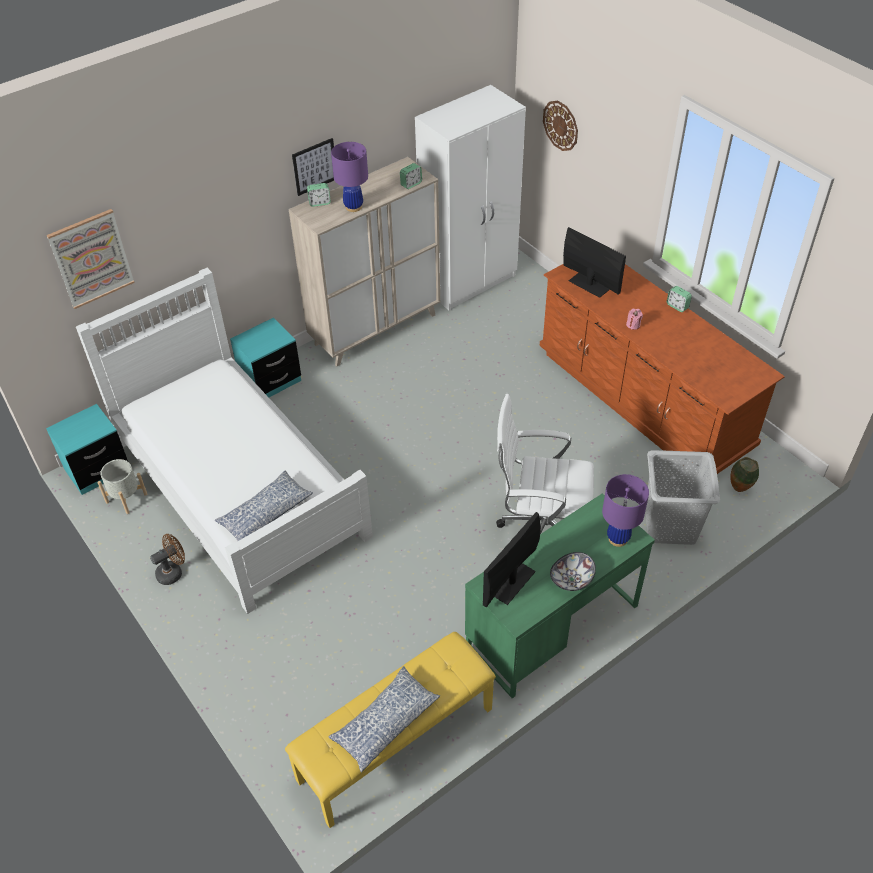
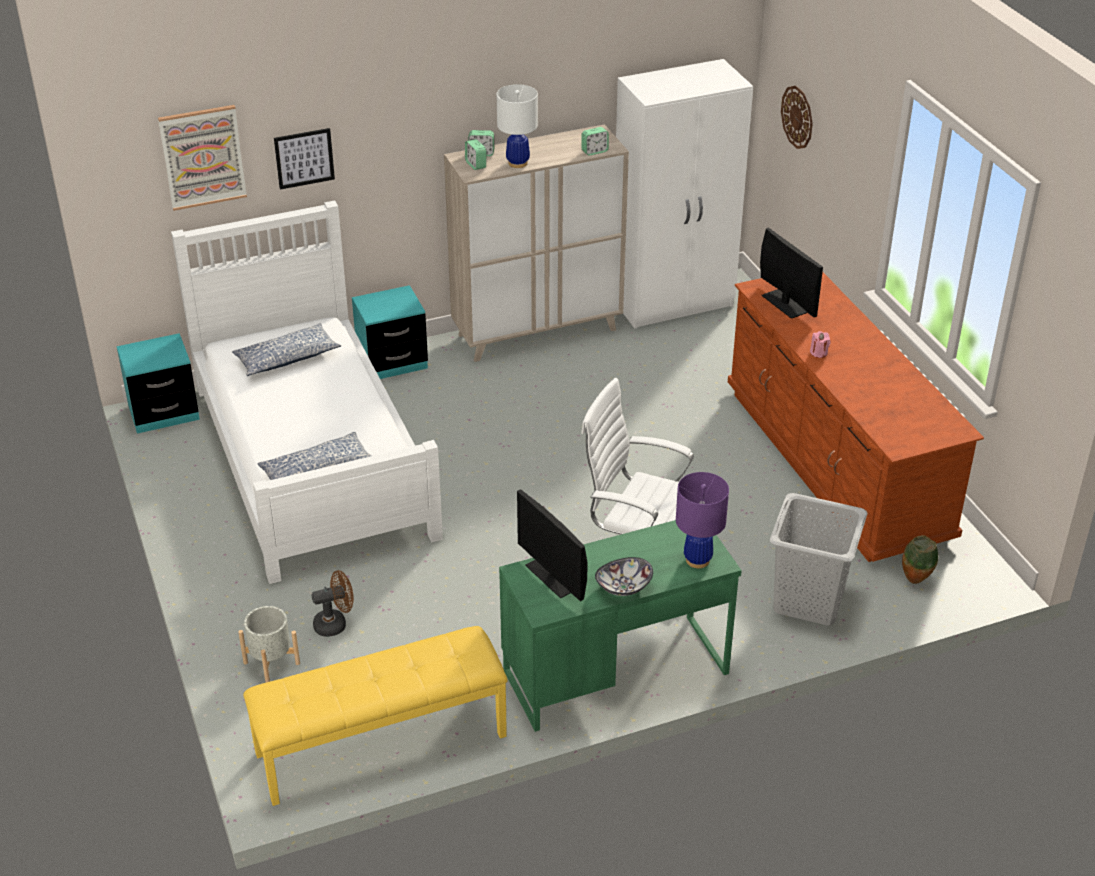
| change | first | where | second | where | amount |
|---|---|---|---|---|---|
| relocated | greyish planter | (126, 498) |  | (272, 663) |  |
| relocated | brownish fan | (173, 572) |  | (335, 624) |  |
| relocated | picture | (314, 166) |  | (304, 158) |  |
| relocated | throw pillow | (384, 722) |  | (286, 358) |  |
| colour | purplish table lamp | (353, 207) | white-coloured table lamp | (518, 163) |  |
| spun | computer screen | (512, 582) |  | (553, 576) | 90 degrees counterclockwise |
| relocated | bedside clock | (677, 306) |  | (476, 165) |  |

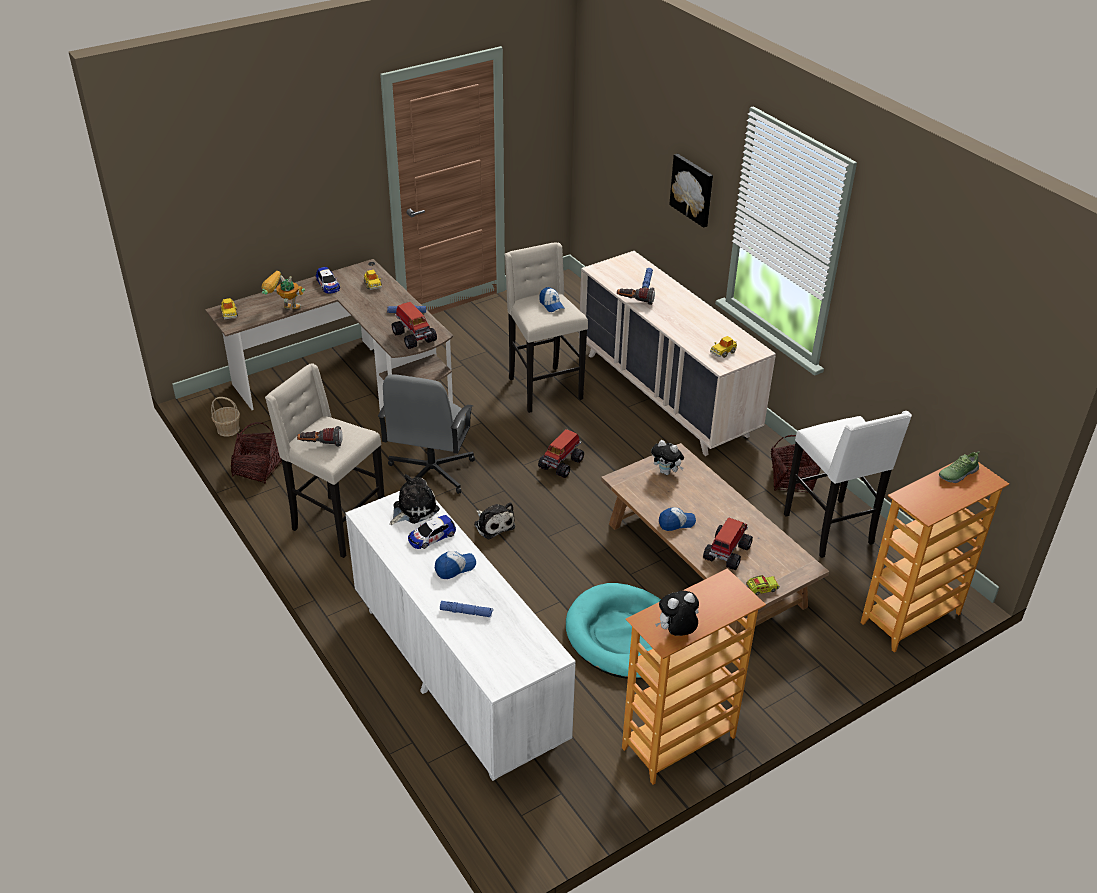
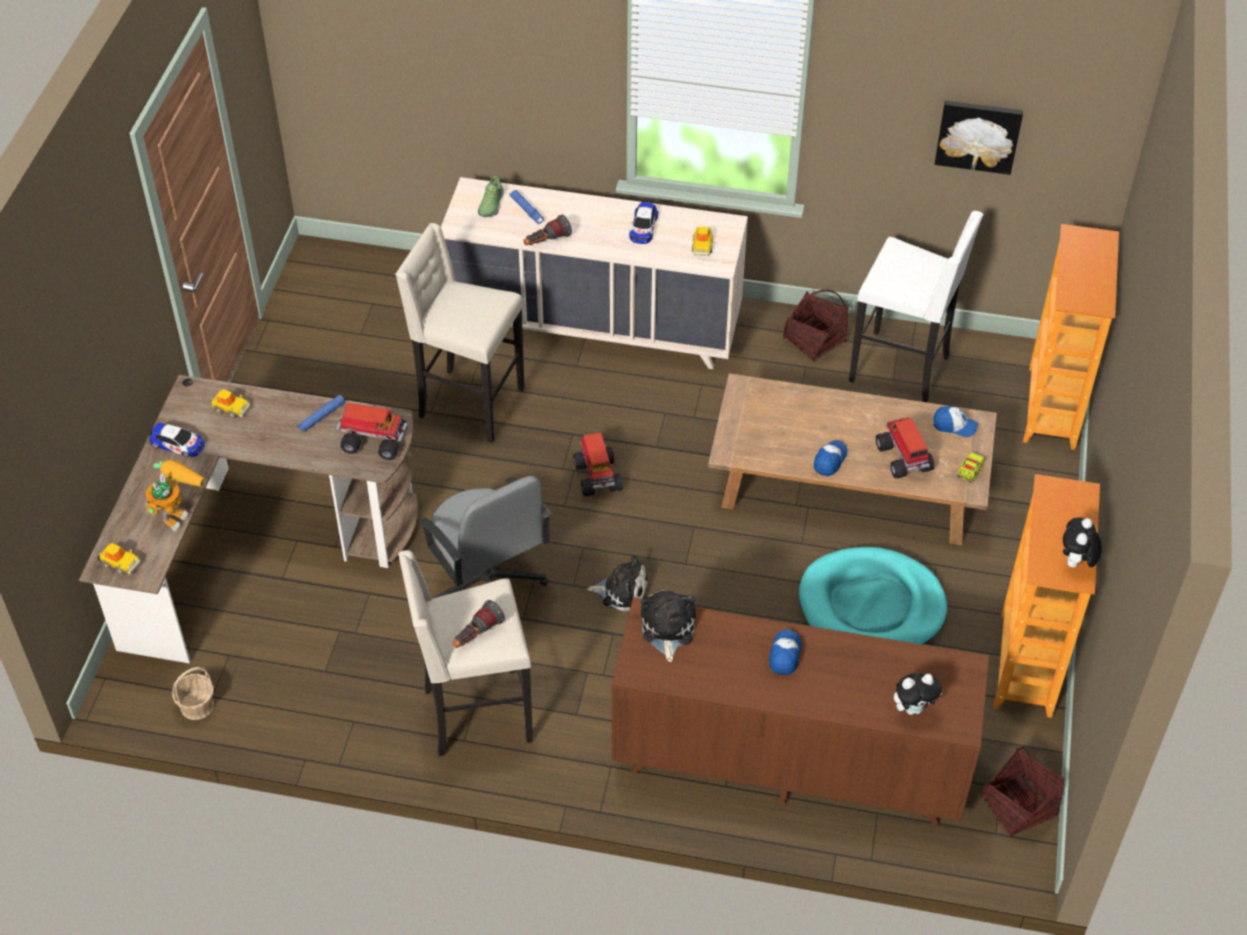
| change | first | where | second | where | amount |
|---|---|---|---|---|---|
| relocated | household basket | (258, 469) |  | (1018, 806) |  |
| spun | model robot | (284, 310) |  | (177, 512) | 150 degrees clockwise |
| colour | white-coloured dresser | (457, 674) | brownish dresser | (788, 762) |  |
| relocated | miniature car | (431, 536) |  | (643, 227) |  |
| missing | bluish flashlight | (466, 612) |  |  |  |
| relocated | cap | (551, 305) |  | (954, 426) |  |
| relocated | soft toy | (666, 472) |  | (913, 708) |  |
| relocated | picture | (693, 189) |  | (978, 135) |  |
| relocated | item of footwear | (957, 474) |  | (490, 205) |  |

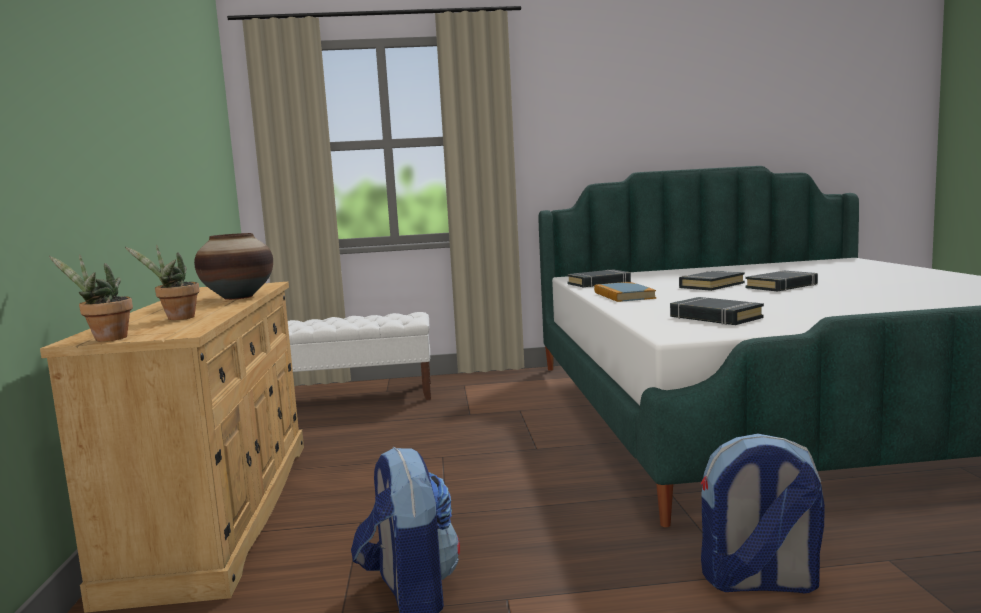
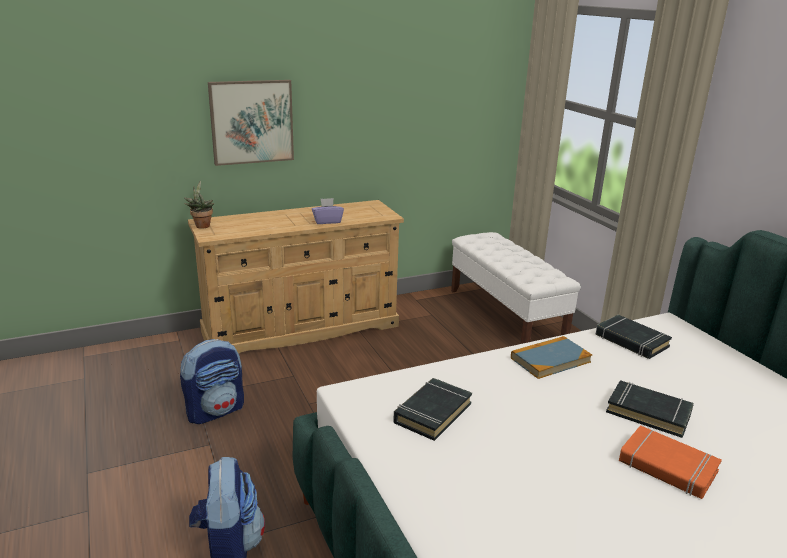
| change | first | where | second | where | amount |
|---|---|---|---|---|---|
| missing | potted plant | (176, 318) |  |  |  |
| exchanged | vase | (238, 297) | purplish box of tissues | (327, 221) |  |
| colour | blackish volume | (782, 286) | orangey volume | (667, 467) |  |
| appeared |  |  | picture | (251, 122) |  |

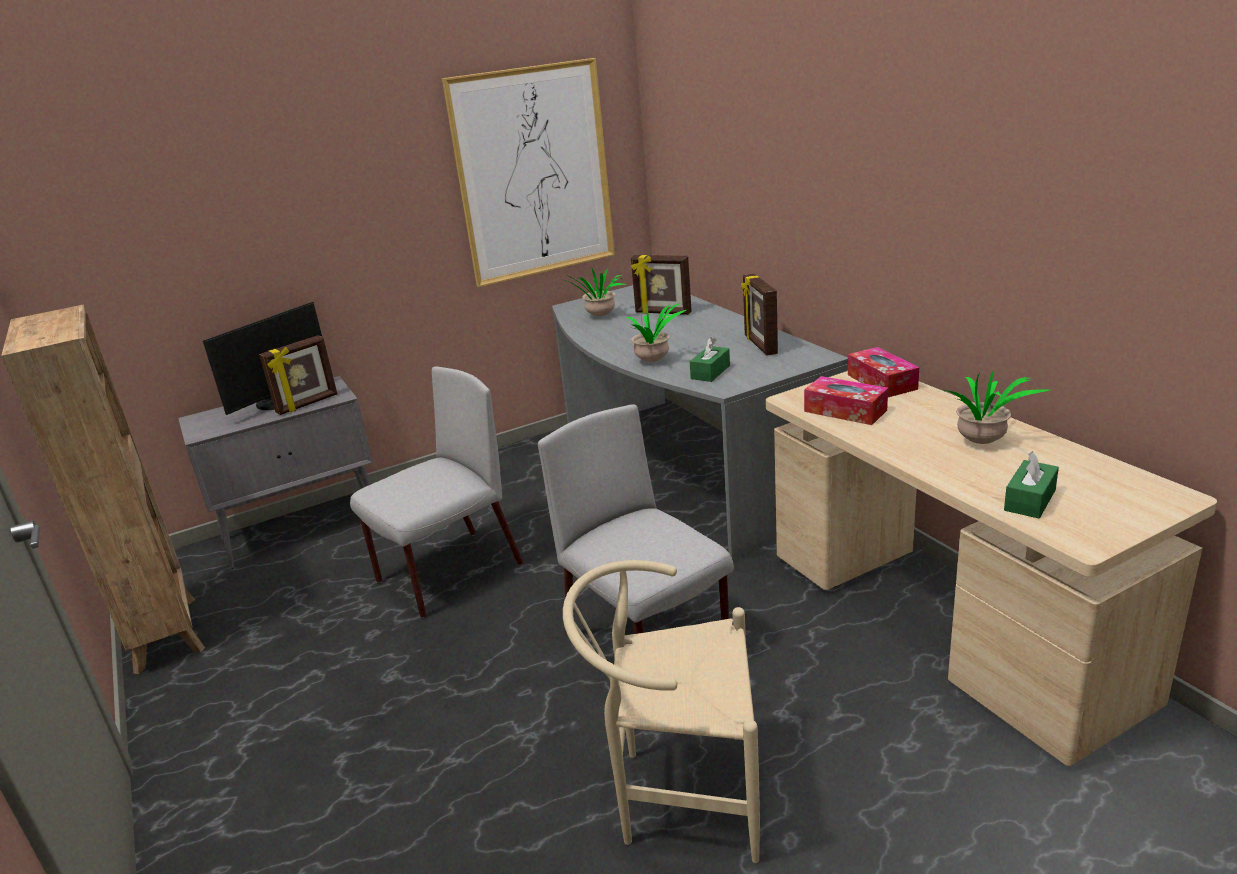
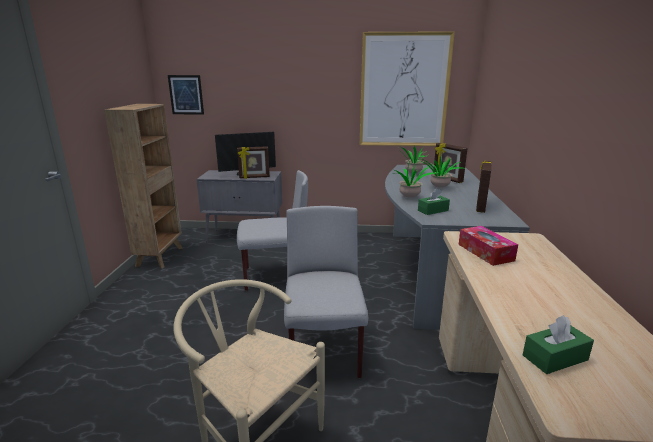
| change | first | where | second | where | amount |
|---|---|---|---|---|---|
| missing | box of tissues | (882, 382) |  |  |  |
| relocated | potted plant | (982, 444) |  | (439, 188) |  |
| appeared |  |  | picture | (186, 95) |  |

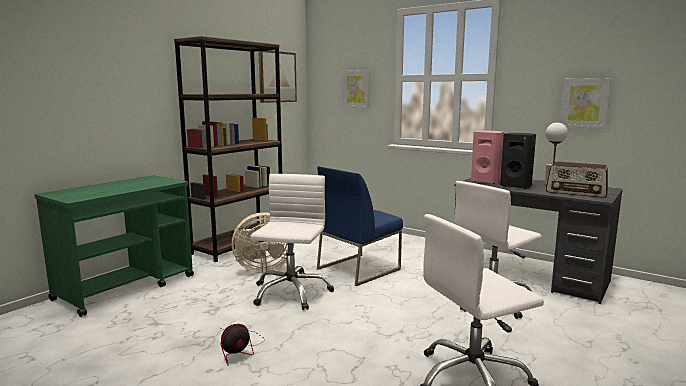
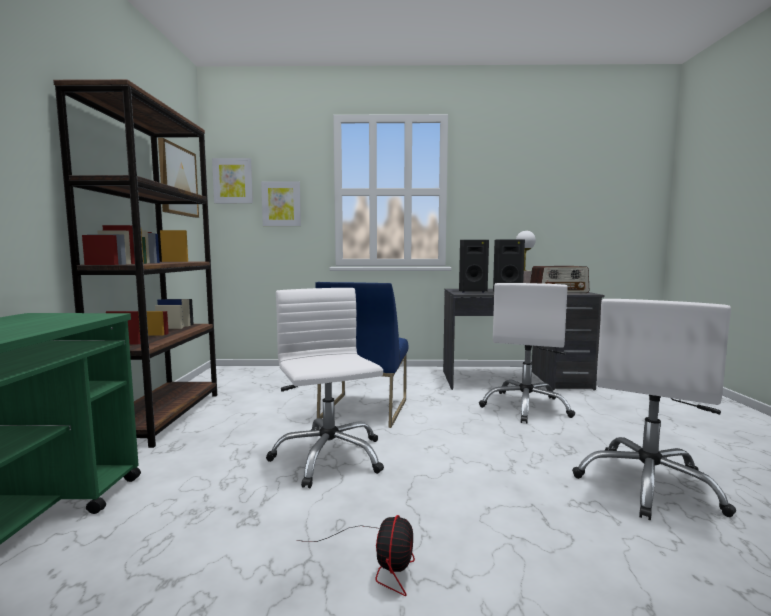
| change | first | where | second | where | amount |
|---|---|---|---|---|---|
| missing | sand-coloured fan | (261, 269) |  |  |  |
| colour | pinkish loudspeaker | (487, 181) | blackish loudspeaker | (472, 291) |  |
| relocated | picture | (584, 103) |  | (233, 181) |  |

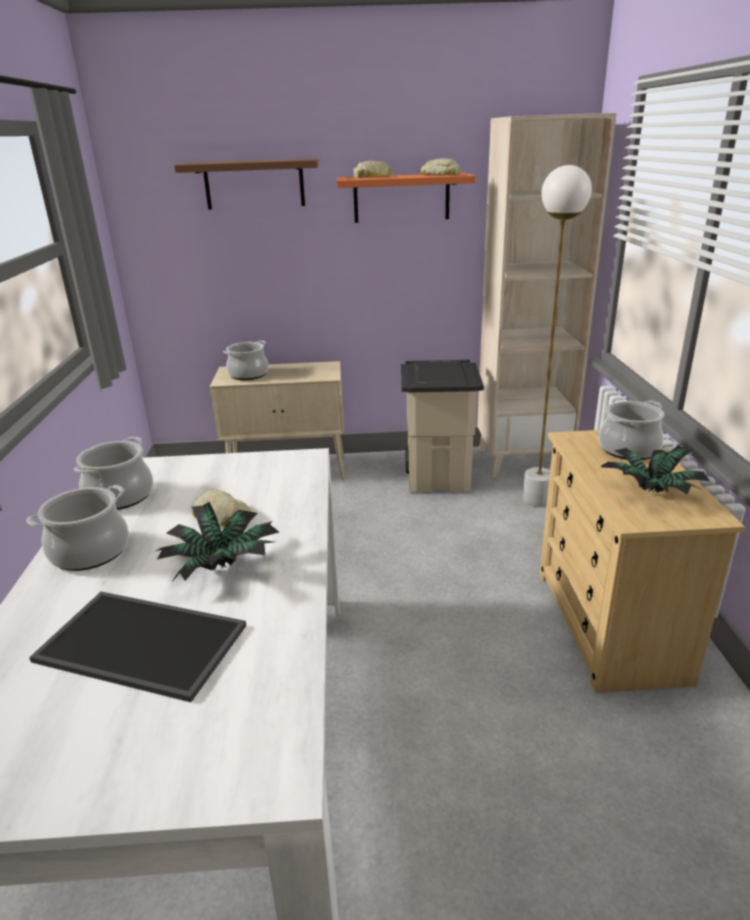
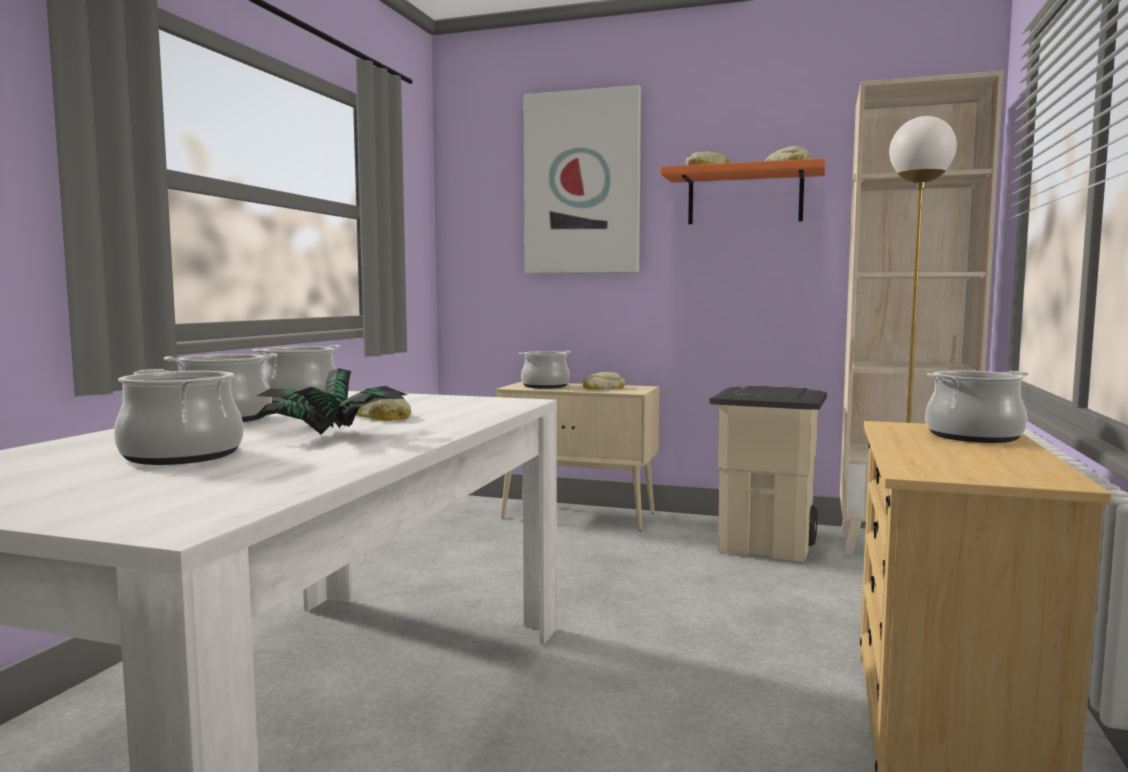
| change | first | where | second | where | amount |
|---|---|---|---|---|---|
| exchanged | tray | (138, 645) | cooking pot | (181, 455) |  |
| exchanged | brownish wall shelf | (254, 184) | picture | (582, 183) |  |
| missing | potted plant | (650, 493) |  |  |  |
| appeared |  |  | baked bread | (603, 388) |  |

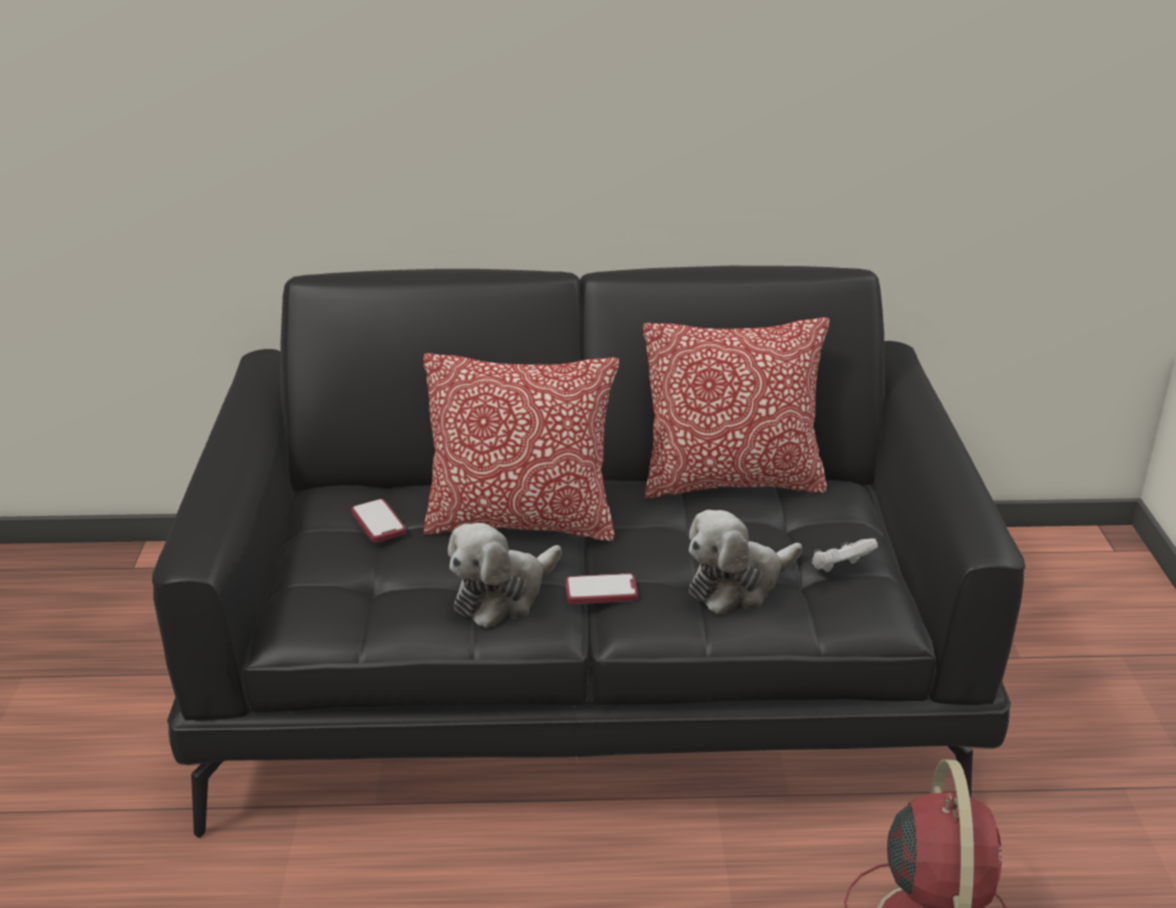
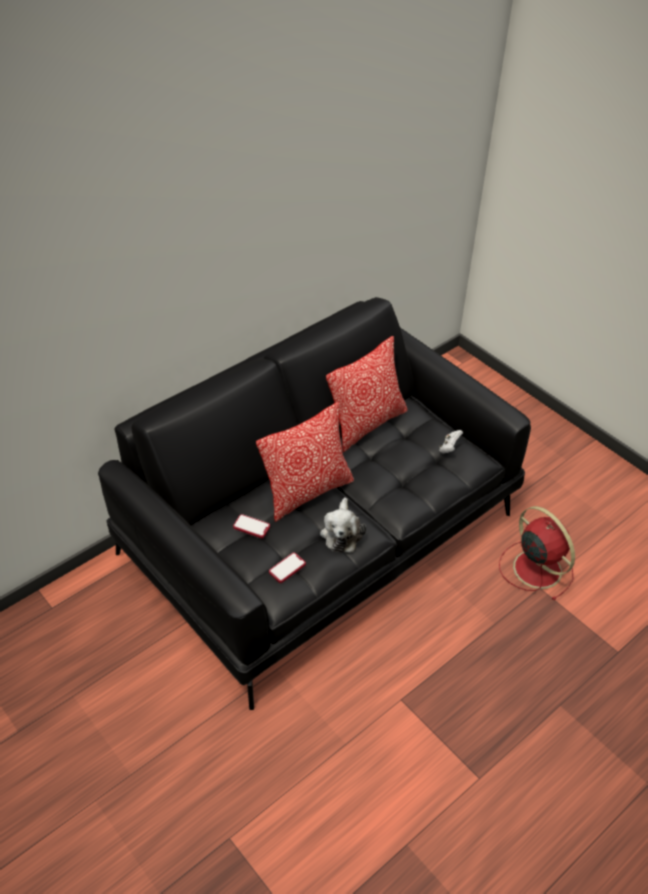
| change | first | where | second | where | amount |
|---|---|---|---|---|---|
| relocated | phone | (601, 591) |  | (287, 568) |  |
| missing | soft toy | (738, 585) |  |  |  |

